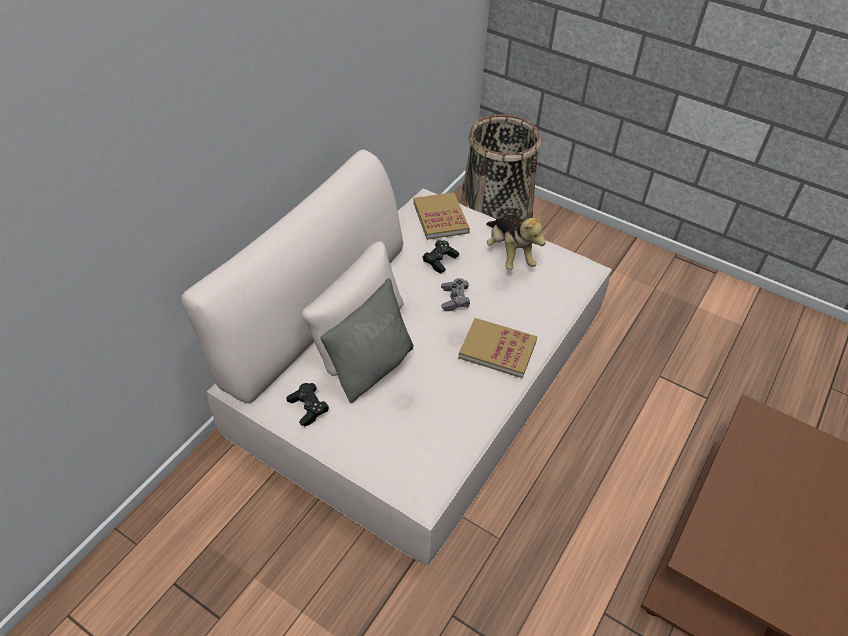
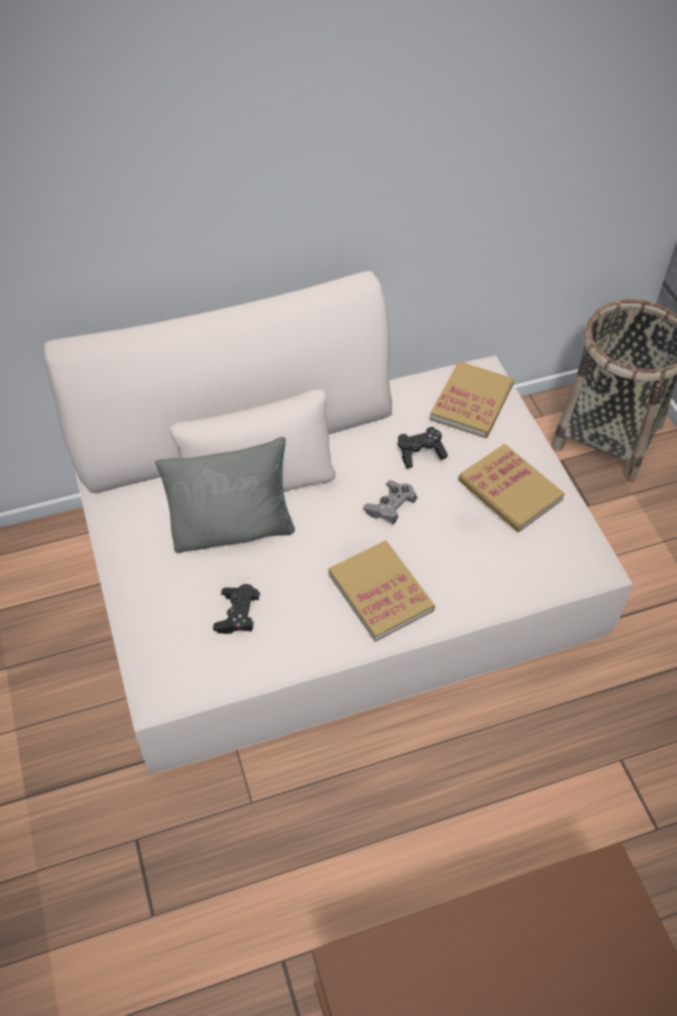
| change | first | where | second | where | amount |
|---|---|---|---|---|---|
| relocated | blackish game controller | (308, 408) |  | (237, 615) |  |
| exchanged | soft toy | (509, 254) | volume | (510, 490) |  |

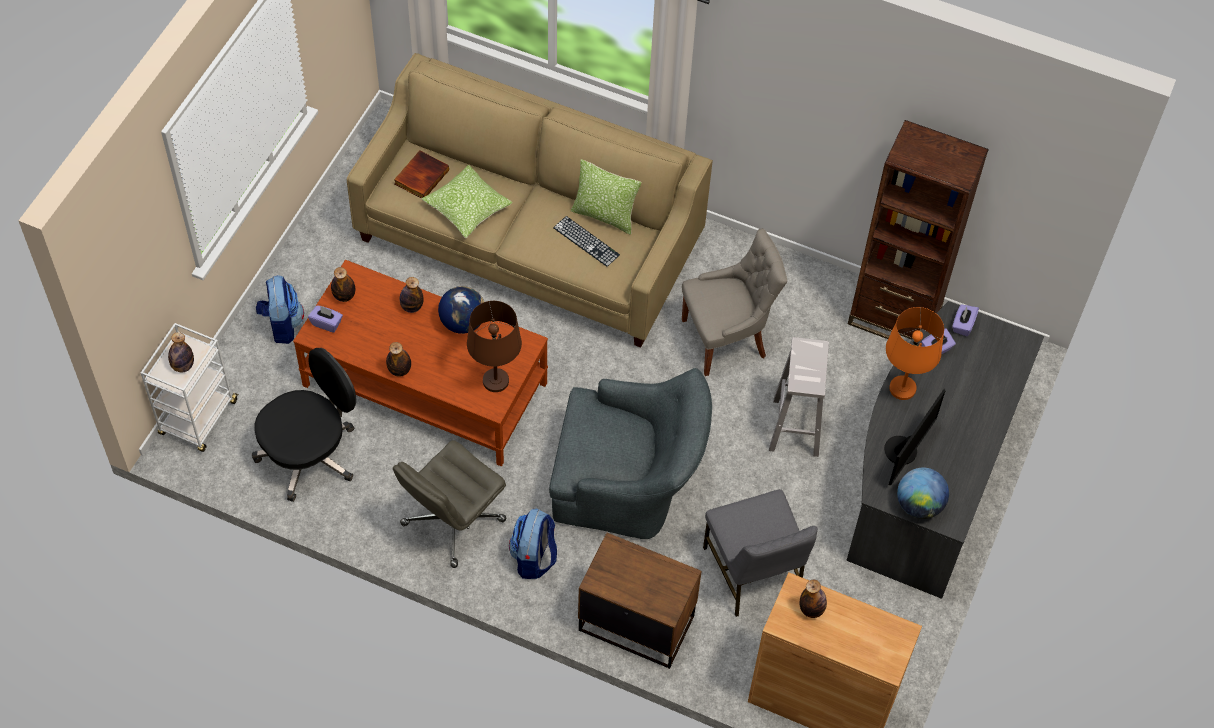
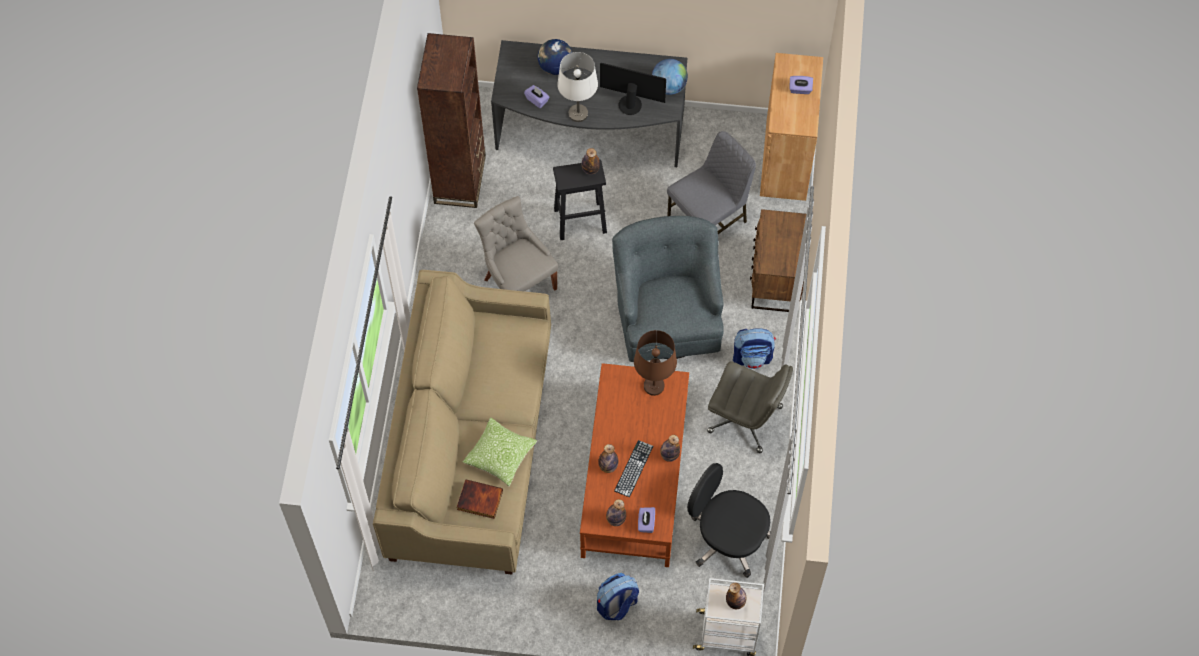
| change | first | where | second | where | amount |
|---|---|---|---|---|---|
| relocated | globe | (463, 322) |  | (555, 67) |  |
| relocated | PC keyboard | (586, 241) |  | (633, 468) |  |
| missing | throw pillow | (604, 216) |  |  |  |
| colour | white-coloured stool | (795, 426) | blackish stool | (579, 221) |  |
| relocated | drink bottle | (811, 609) |  | (590, 169) |  |
| colour | orangey table lamp | (902, 389) | white-coloured table lamp | (578, 113) |  |
| relocated | purplish box of tissues | (963, 325) |  | (800, 89) |  |

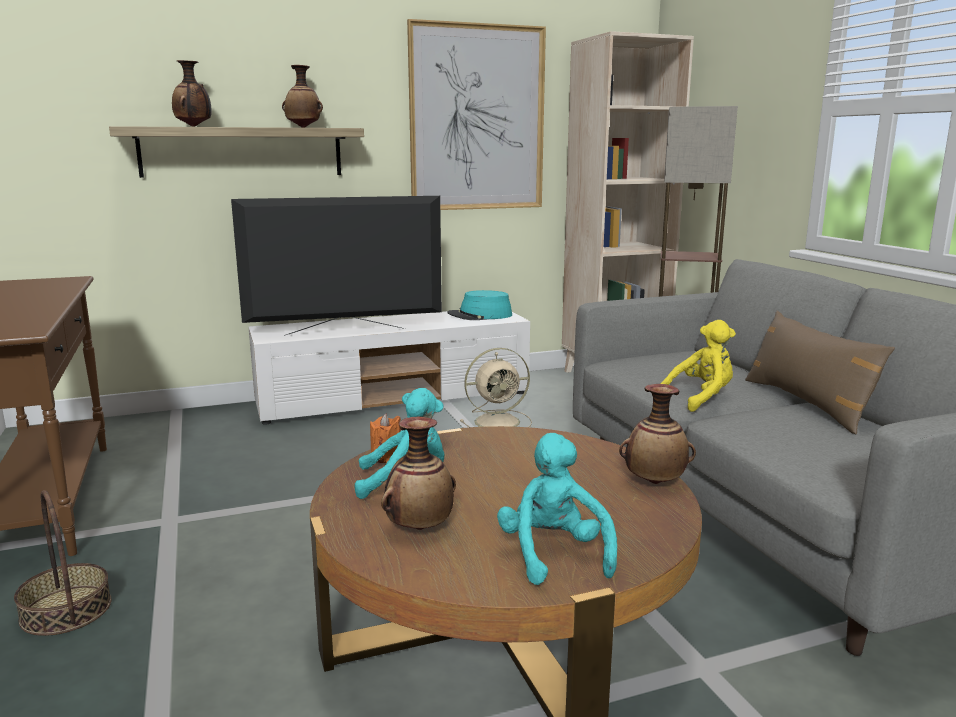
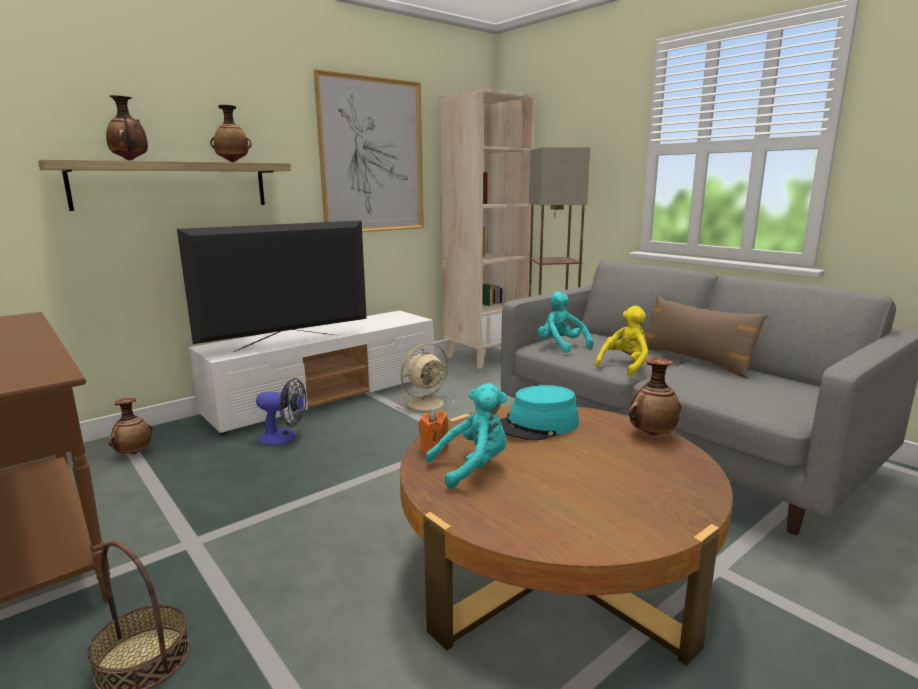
| change | first | where | second | where | amount |
|---|---|---|---|---|---|
| relocated | vase | (419, 527) |  | (134, 453) |  |
| relocated | blue-green clothing hat | (480, 315) |  | (537, 425) |  |
| relocated | blue-green soft toy | (553, 554) |  | (561, 346) |  |
| appeared |  |  | fan | (284, 438) |  |

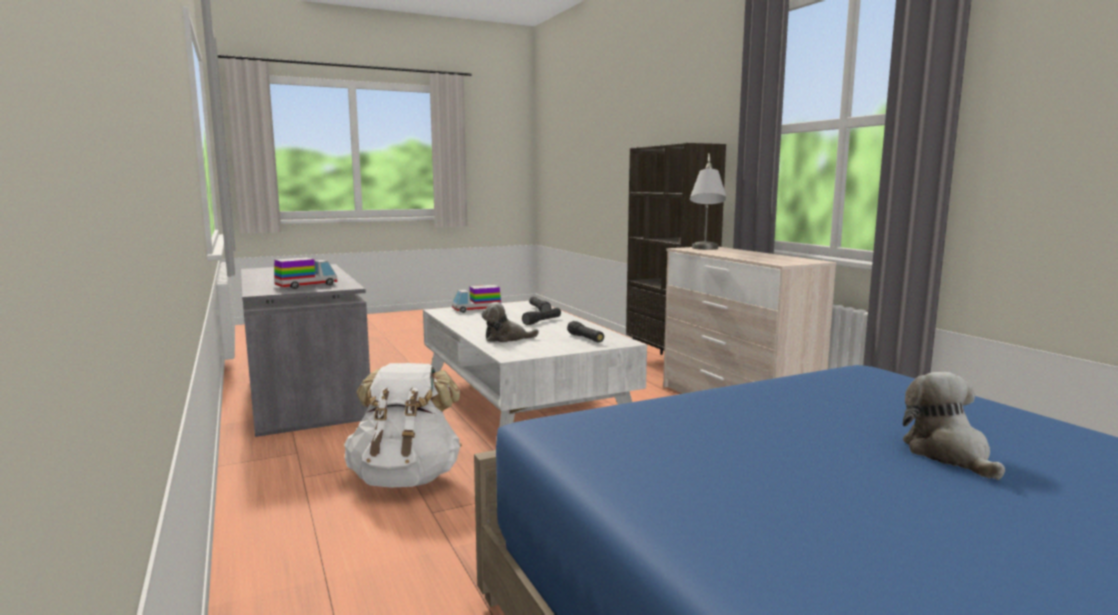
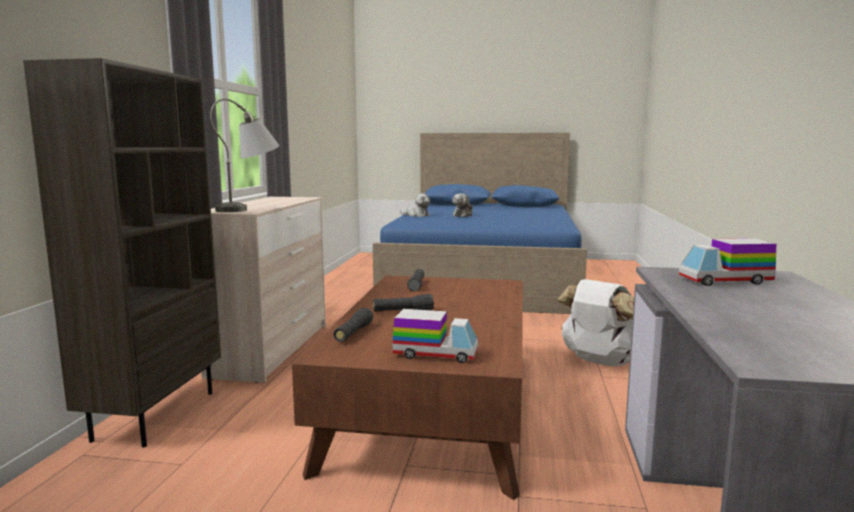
| change | first | where | second | where | amount |
|---|---|---|---|---|---|
| colour | white-coloured coffee table | (522, 402) | brownish coffee table | (434, 406) |  |
| relocated | soft toy | (506, 338) |  | (416, 215) |  |

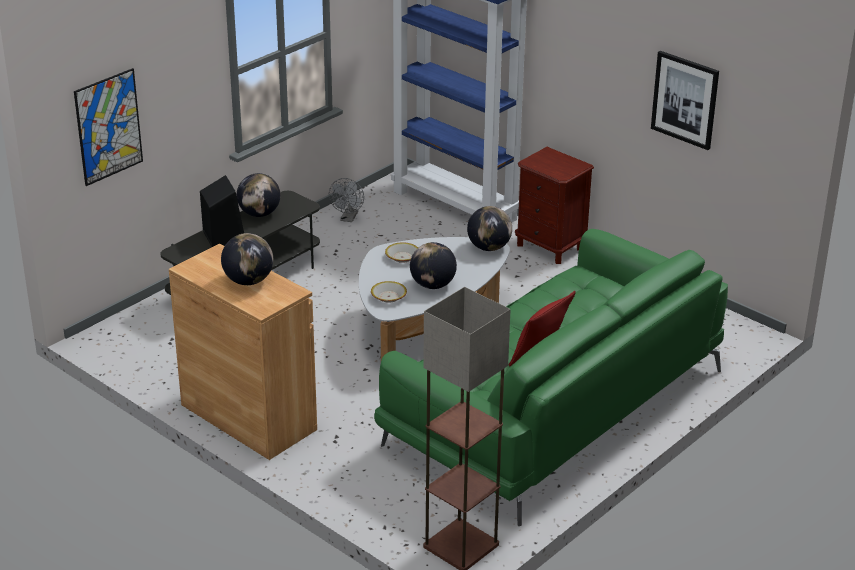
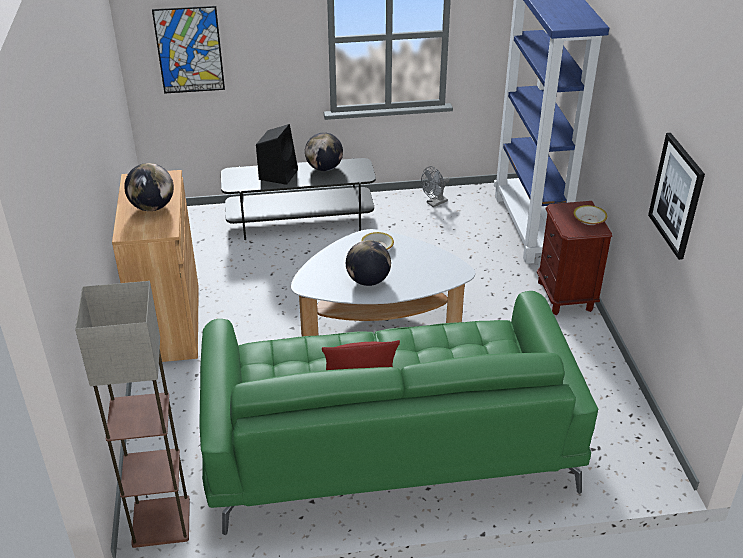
| change | first | where | second | where | amount |
|---|---|---|---|---|---|
| relocated | bowl | (388, 297) |  | (589, 220) |  |
| missing | globe | (489, 247) |  |  |  |

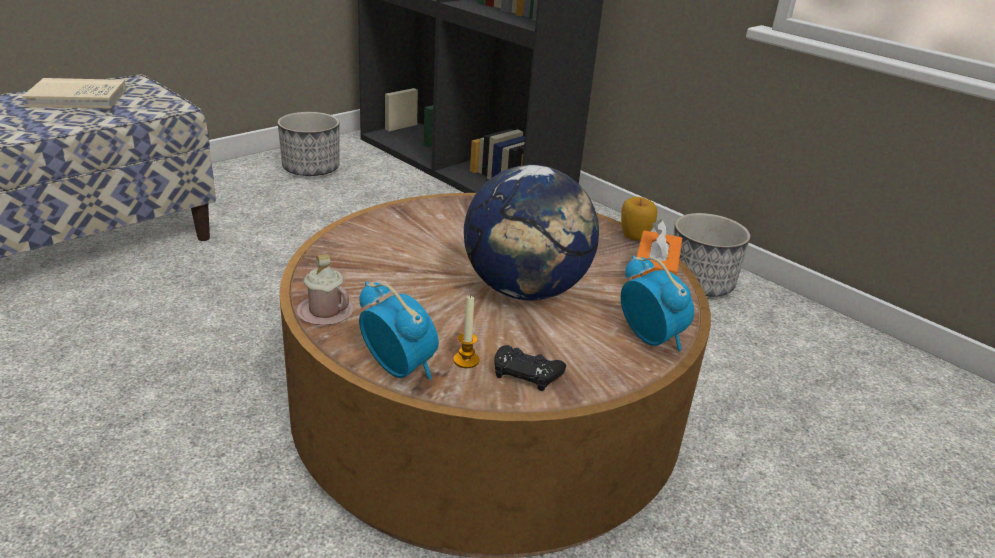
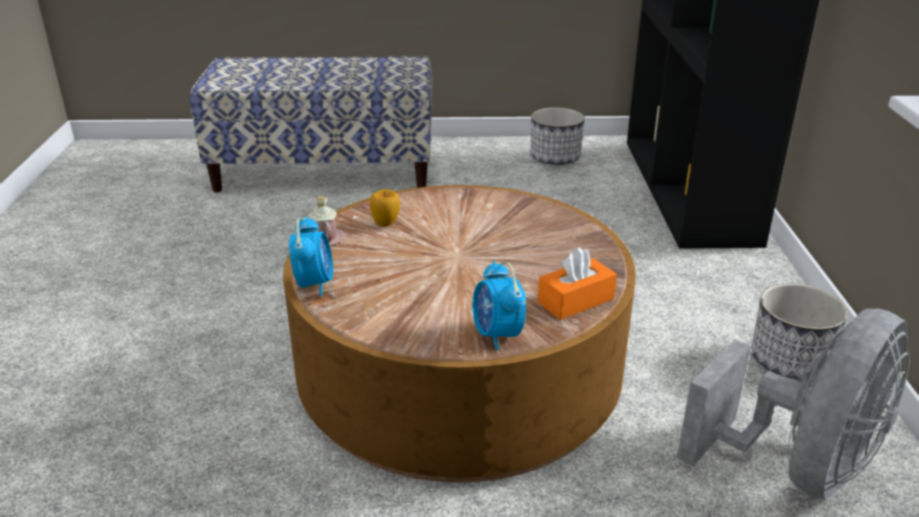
| change | first | where | second | where | amount |
|---|---|---|---|---|---|
| missing | sand-coloured volume | (77, 98) |  |  |  |
| missing | wax light | (466, 360) |  |  |  |
| missing | globe | (525, 290) |  |  |  |
| missing | blackish game controller | (526, 372) |  |  |  |
| spun | bedside clock | (650, 338) |  | (497, 335) | 150 degrees clockwise |
| relocated | apple fruit | (634, 236) |  | (385, 223) |  |
| appeared |  |  | greyish fan | (799, 468) |  |

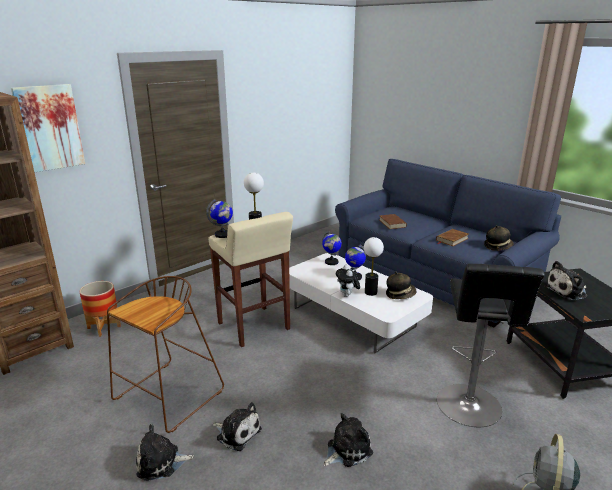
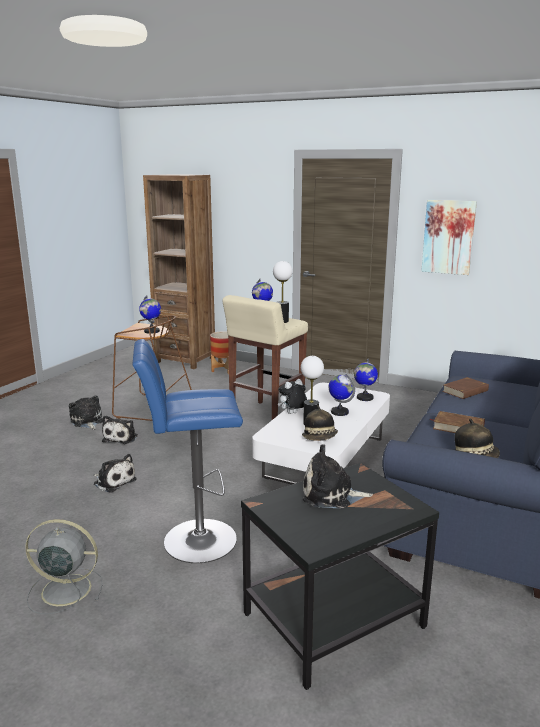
| change | first | where | second | where | amount |
|---|---|---|---|---|---|
| relocated | picture | (49, 128) |  | (448, 237) |  |
| colour | blackish stool | (469, 408) | bluish stool | (194, 541) |  |
| spun | soft toy | (567, 291) |  | (331, 495) | 45 degrees counterclockwise |
| appeared |  |  | globe | (151, 331) |  |

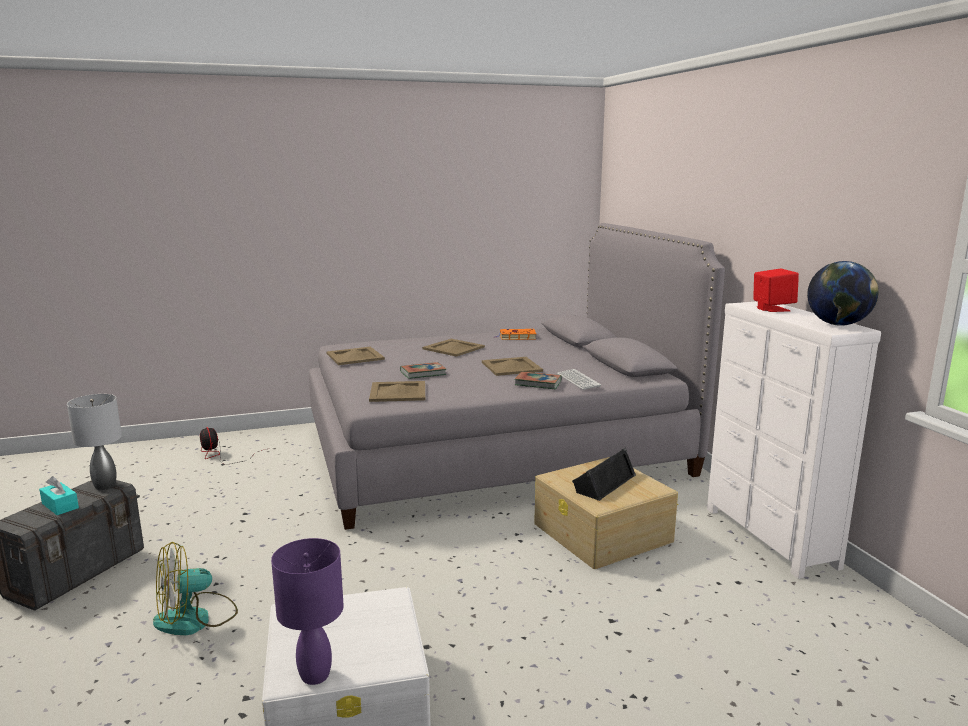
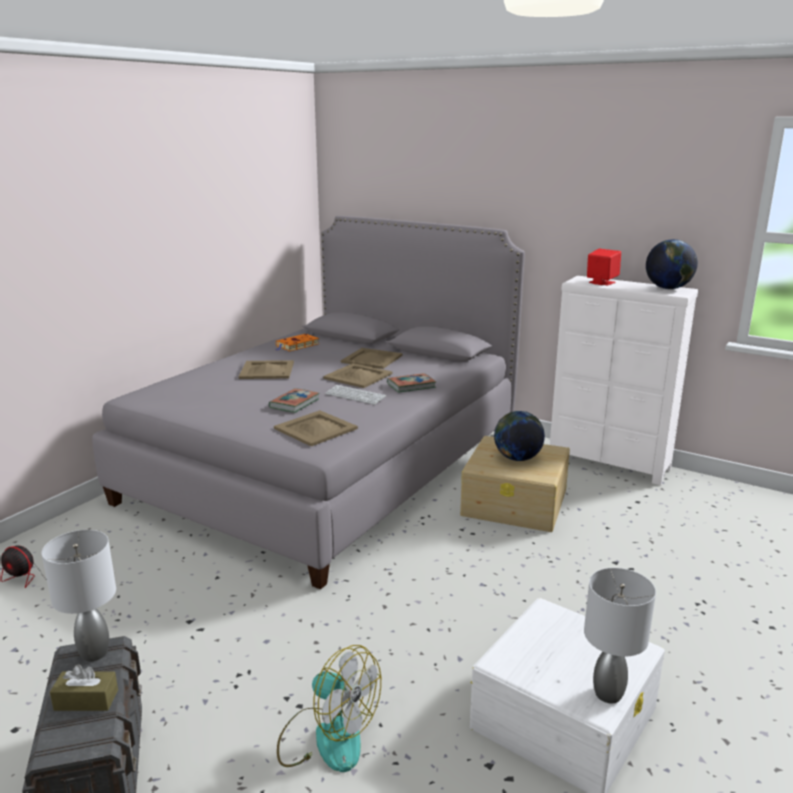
| change | first | where | second | where | amount |
|---|---|---|---|---|---|
| colour | blue-green box of tissues | (60, 506) | brownish box of tissues | (86, 700) |  |
| spun | fan | (196, 618) |  | (327, 737) | 75 degrees counterclockwise |
| colour | purplish table lamp | (314, 675) | greyish table lamp | (607, 694) |  |
| relocated | sand-coloured tray | (355, 356) |  | (371, 358) |  |
| relocated | PC keyboard | (578, 380) |  | (355, 396) |  |
| exchanged | blackish loudspeaker | (603, 482) | globe | (517, 458) |  |

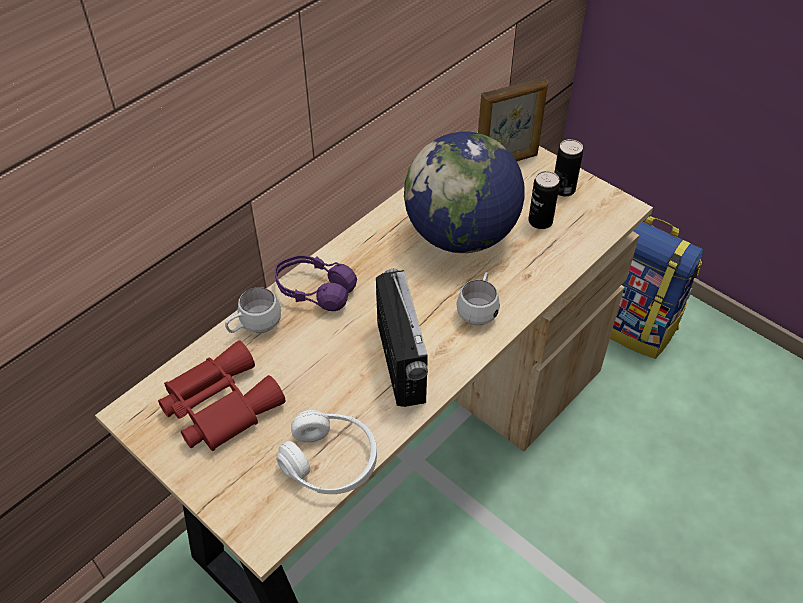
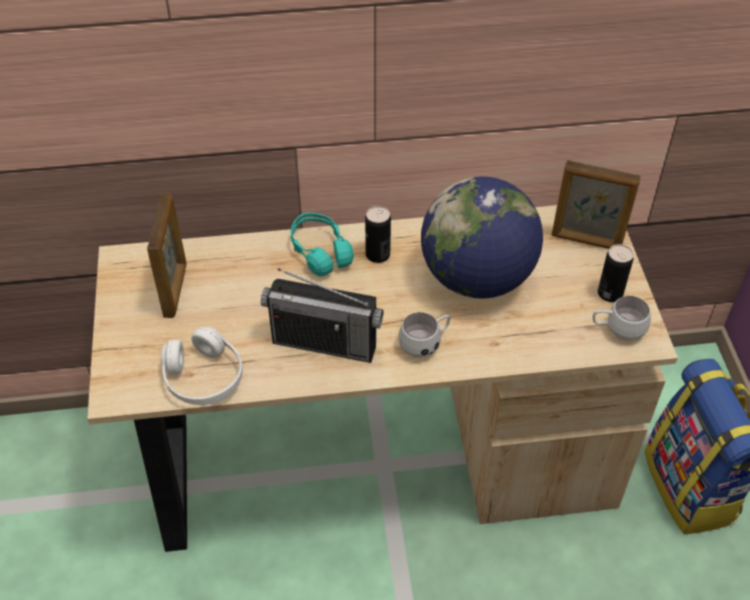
| change | first | where | second | where | amount |
|---|---|---|---|---|---|
| exchanged | red-coloured binoculars | (218, 404) | photo frame | (175, 289) |  |
| relocated | white-coloured tea mug | (254, 327) |  | (617, 330) |  |
| colour | purplish headphones | (314, 291) | blue-green headphones | (320, 252) |  |
| spun | radio set | (401, 362) |  | (325, 343) | 75 degrees clockwise |
| relocated | sealed can | (540, 221) |  | (377, 254) |  |

